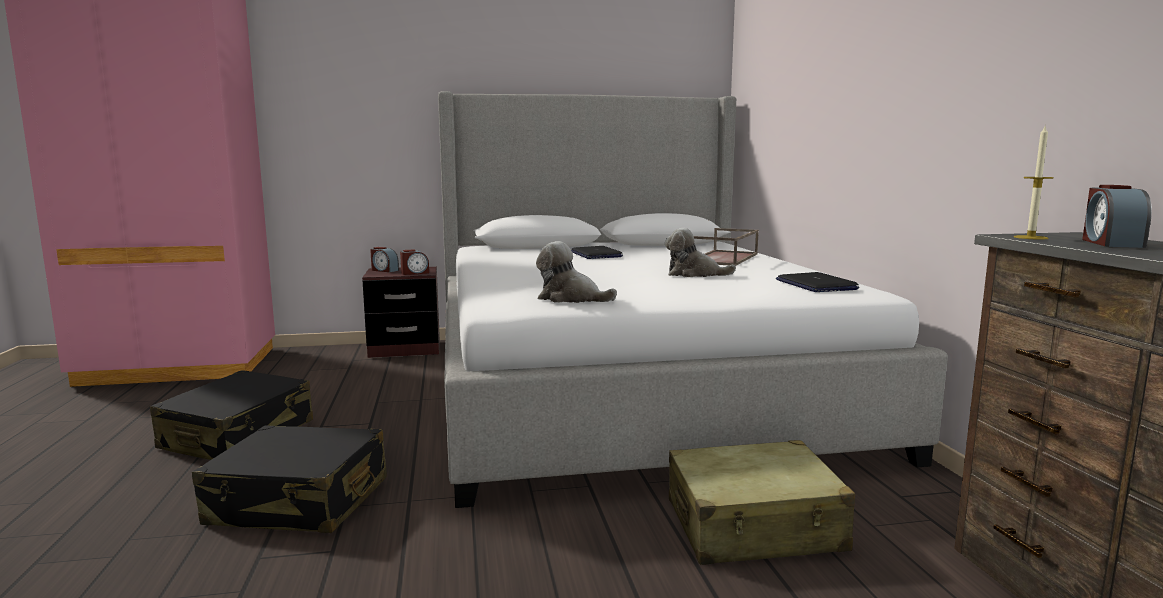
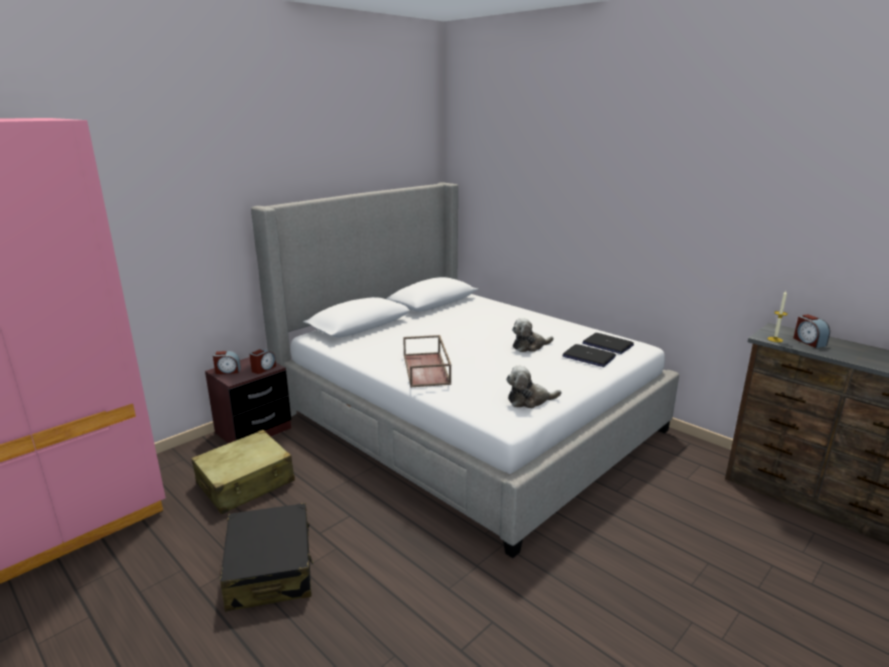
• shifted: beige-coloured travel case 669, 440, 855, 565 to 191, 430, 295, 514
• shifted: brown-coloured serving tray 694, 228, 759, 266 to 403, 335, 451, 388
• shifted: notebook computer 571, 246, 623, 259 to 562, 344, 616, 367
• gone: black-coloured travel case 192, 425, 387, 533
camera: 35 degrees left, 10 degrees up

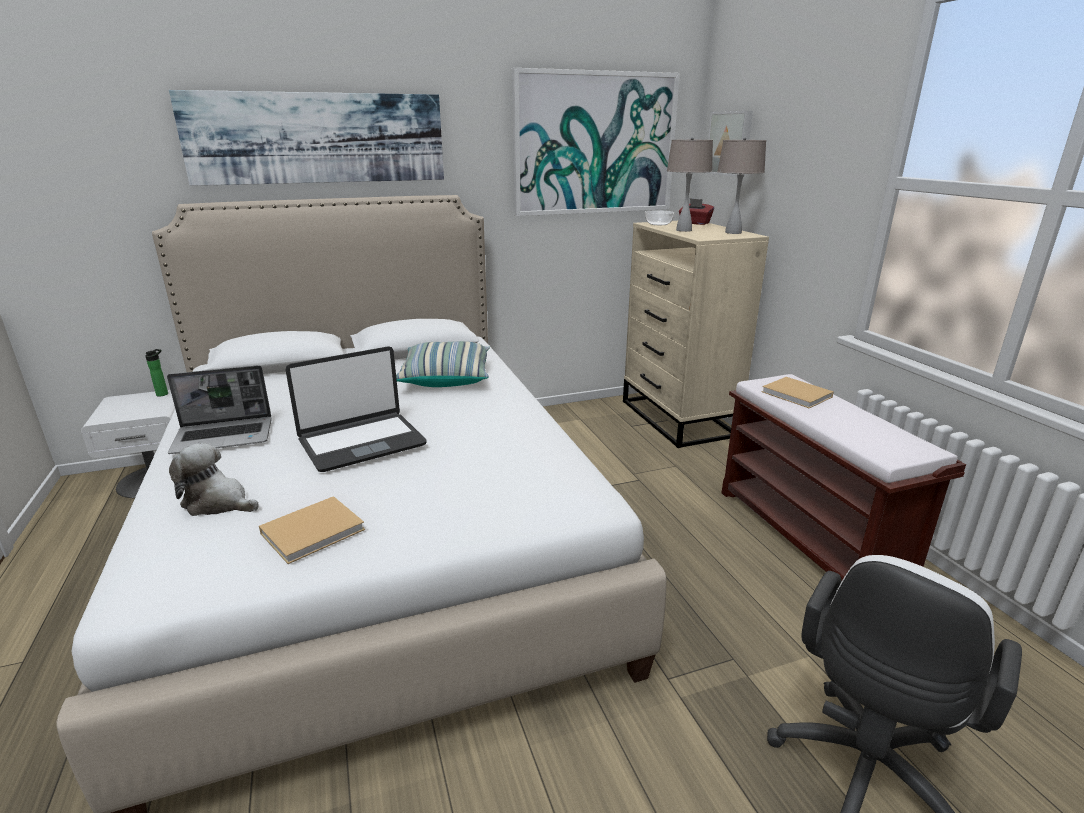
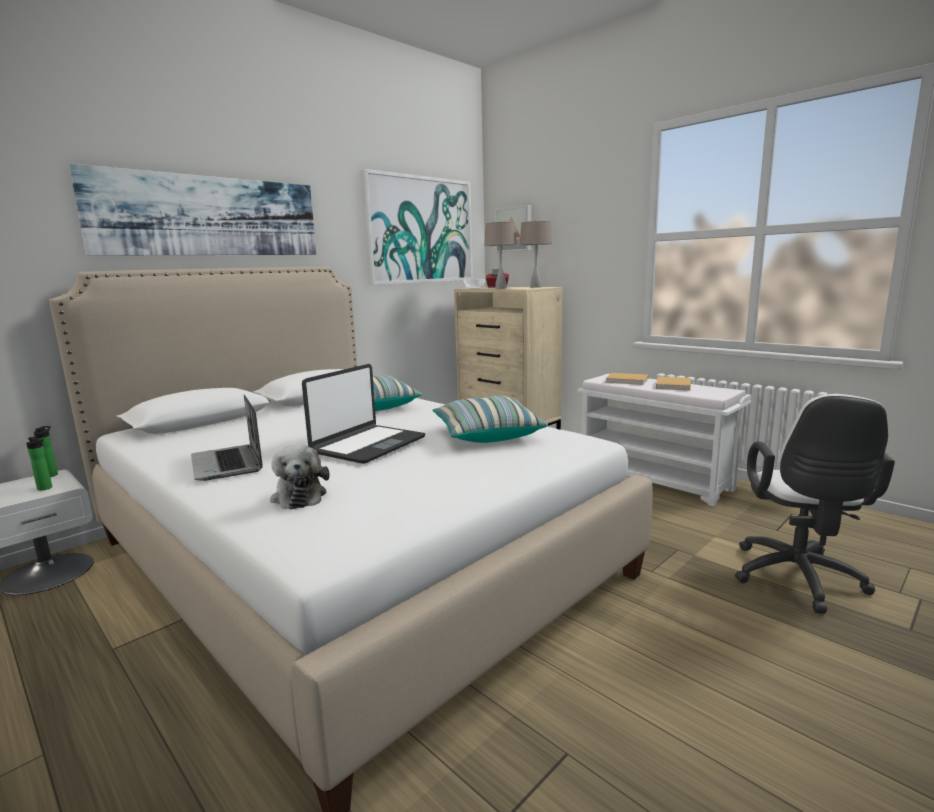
• new: drink bottle 26, 437, 52, 491
• rotated: notebook computer 167, 365, 272, 454 = 191, 394, 263, 481 105 degrees clockwise
• rotated: cuddly toy 169, 443, 259, 516 = 270, 445, 329, 510 105 degrees counterclockwise
• new: pillow 432, 396, 548, 443
• repainted: brown-coloured indoor bench 722, 374, 966, 580 to white-coloured indoor bench 577, 374, 751, 507
• shifted: beige-coloured volume 259, 496, 365, 564 to 656, 377, 691, 390
camera: 25 degrees left, 10 degrees down

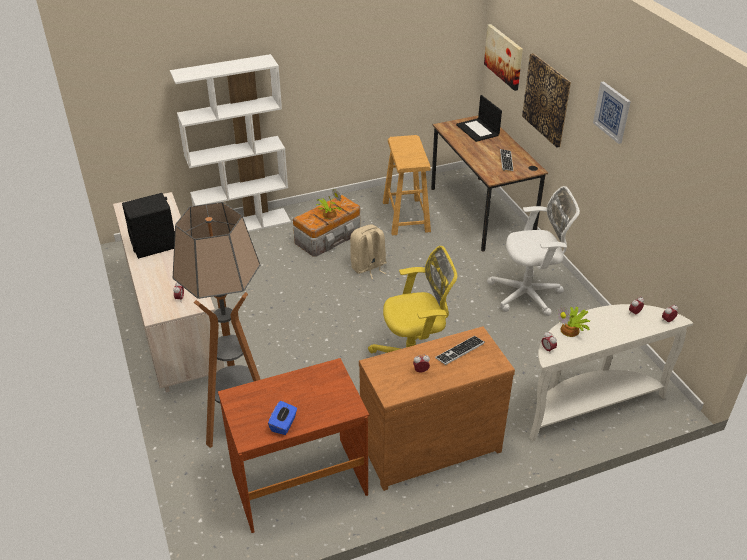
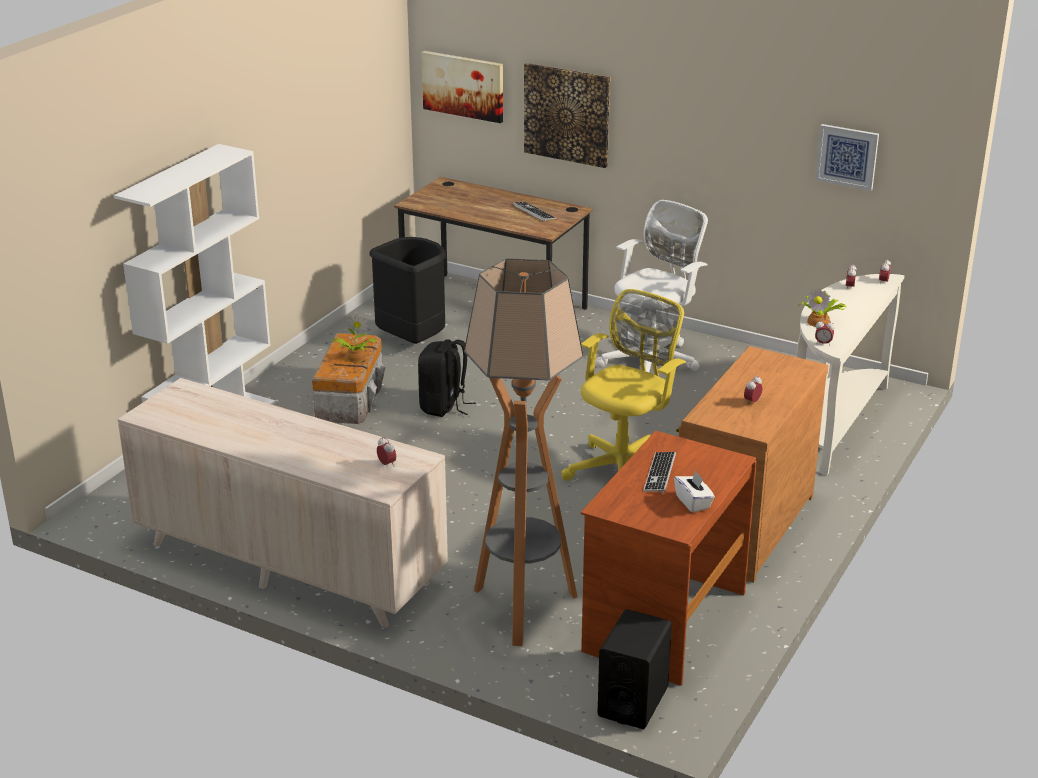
• swapped: beige-coloured stool 383, 135, 431, 235 to black-coloured rubbish bin 369, 237, 446, 344
• repainted: beige-coloured knapsack 350, 224, 387, 279 to black-coloured knapsack 418, 339, 476, 417
• shifted: black-coloured speaker 122, 193, 175, 259 to 598, 609, 672, 729
• shifted: PC keyboard 435, 336, 485, 365 to 643, 452, 676, 493
• repainted: blue box of tissues 268, 401, 297, 435 to white-coloured box of tissues 674, 471, 715, 513
• shifted: picture 593, 81, 631, 144 to 815, 124, 879, 191
• gone: notebook computer 456, 95, 502, 142
camera: 40 degrees left, 10 degrees down

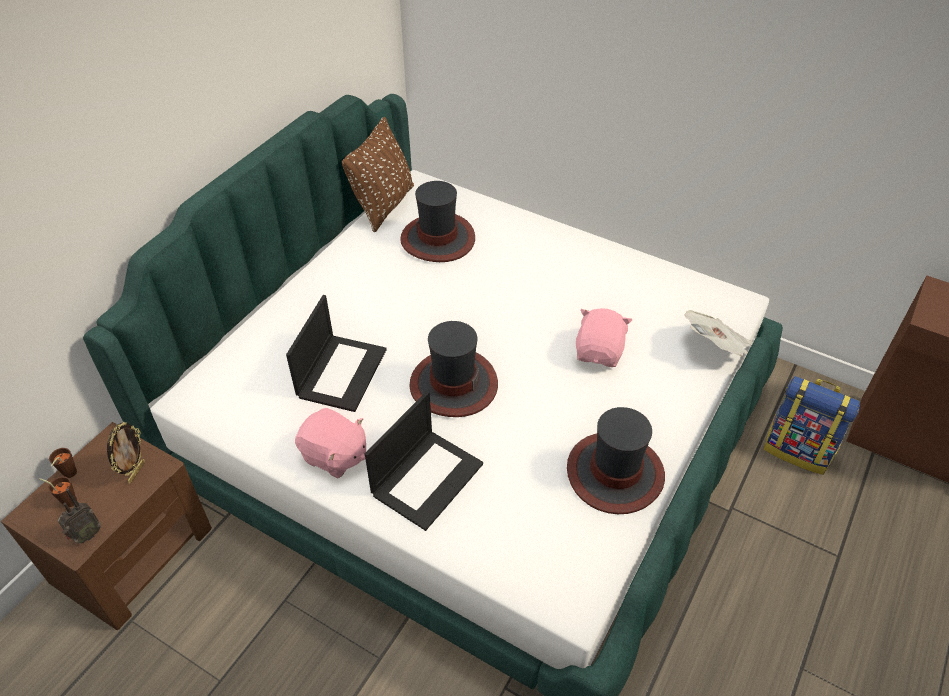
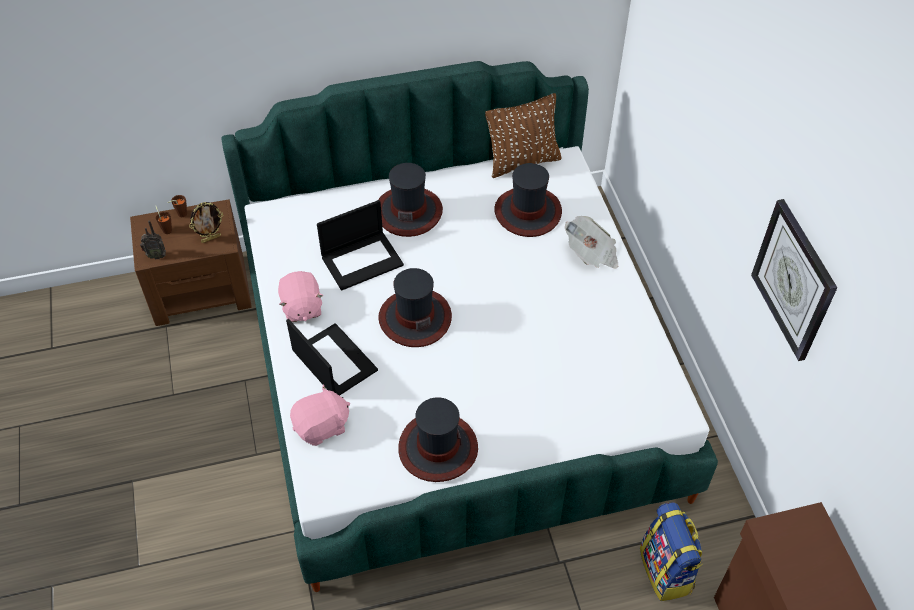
• rotated: notebook computer 365, 391, 483, 531 = 286, 319, 378, 396 120 degrees counterclockwise
• shifted: pink cuddly toy 576, 308, 632, 367 to 290, 384, 350, 446
• new: wearable hat 378, 163, 443, 237
• shifted: daily paper 685, 310, 753, 356 to 565, 216, 619, 269
• new: wall clock 751, 199, 837, 361
camera: 45 degrees right, 5 degrees up

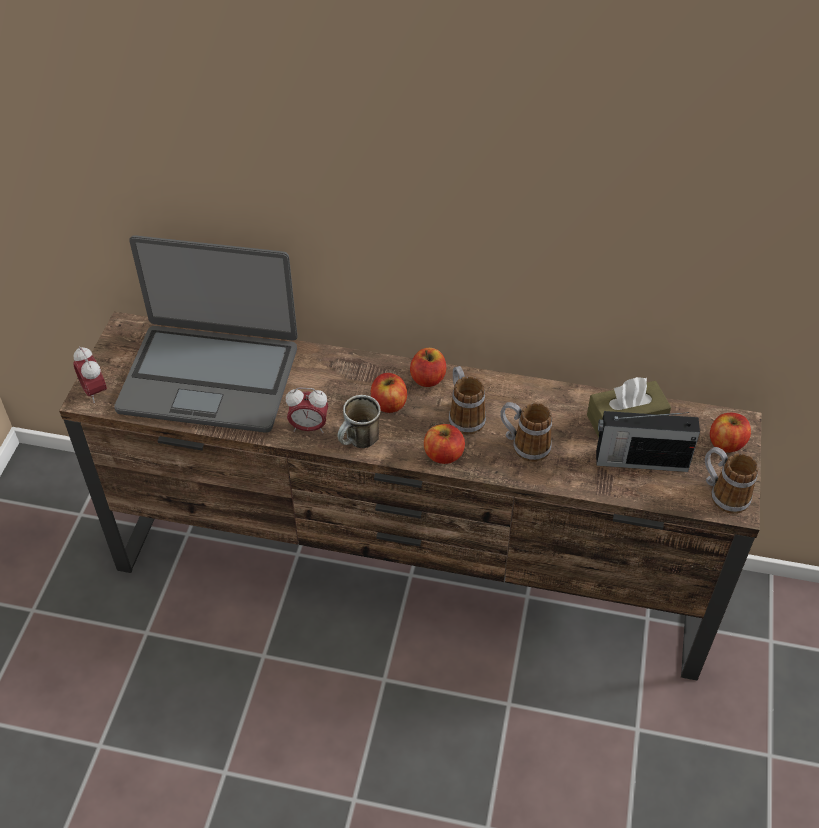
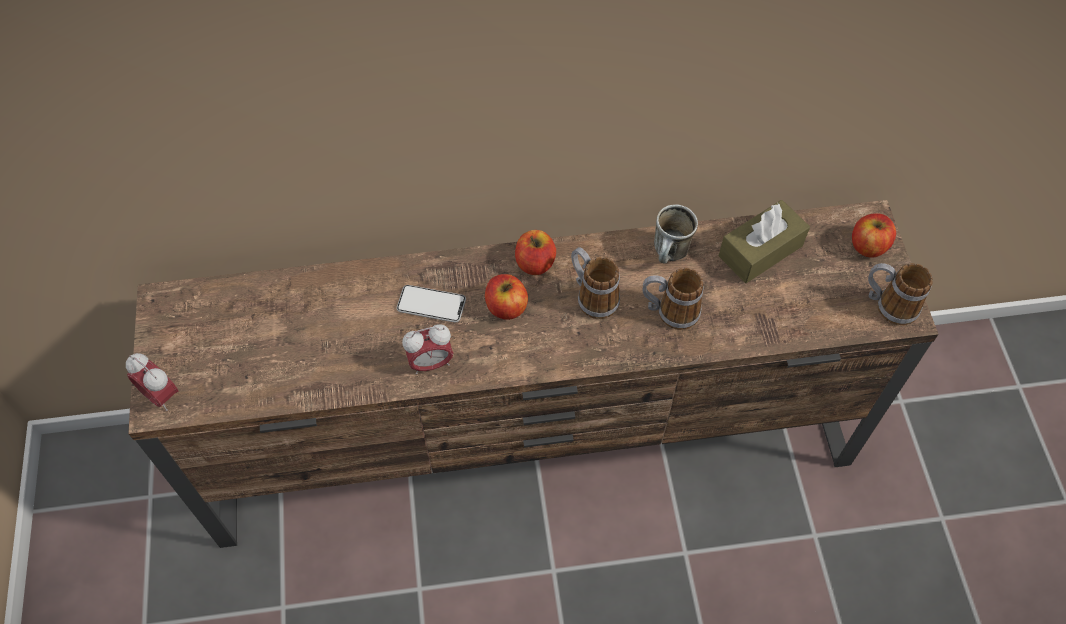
• new: handset 397, 285, 466, 323
• shifted: coffee mug 337, 395, 381, 448 to 654, 204, 698, 264
• gone: notebook computer 114, 235, 298, 433
• gone: apple 424, 424, 465, 464
• gone: radio receiver 596, 411, 700, 472
camera: 20 degrees left, 10 degrees up

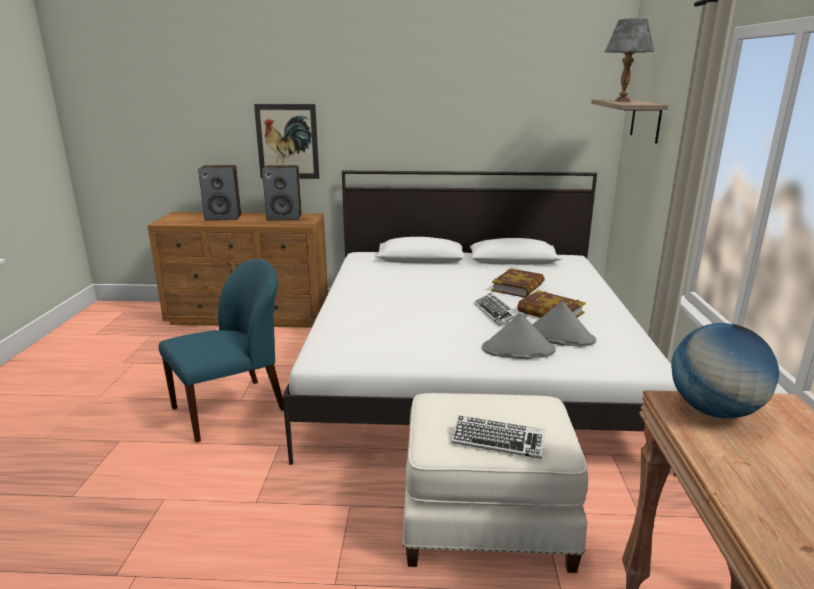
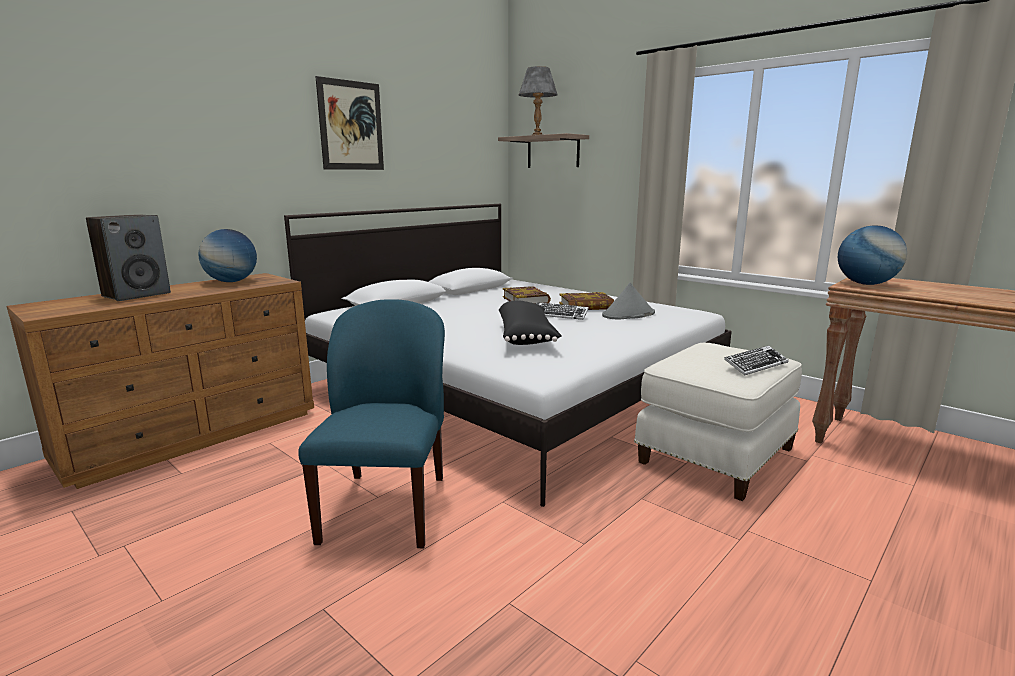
• swapped: speaker 262, 165, 302, 221 to desk globe 198, 229, 257, 282
• shifted: picture 254, 104, 319, 179 to 316, 76, 384, 170
• new: black-coloured pillow 499, 300, 562, 345
• gone: gray wearable hat 482, 313, 556, 359
camera: 50 degrees left, 5 degrees down

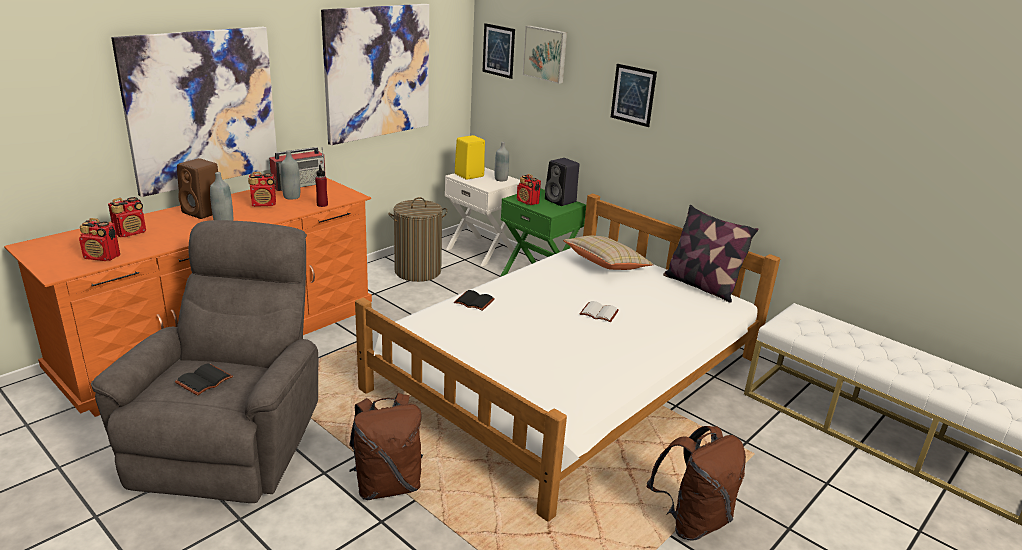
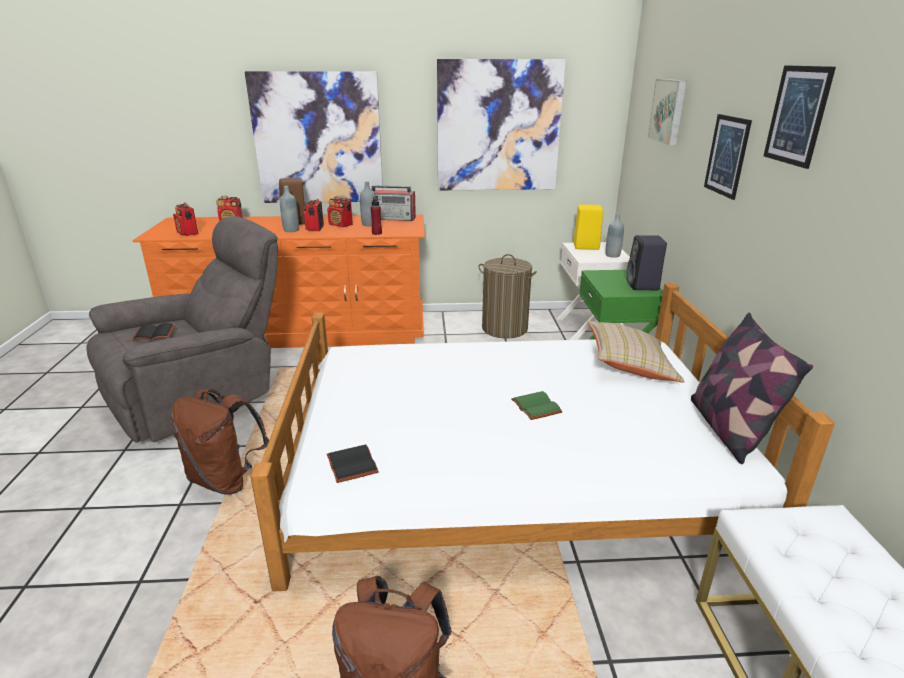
• shifted: radio receiver 517, 174, 541, 205 to 304, 199, 324, 231
• shifted: black-coloured volume 454, 290, 495, 311 to 327, 444, 379, 483
• repainted: white-coloured volume 580, 301, 619, 322 to green volume 511, 391, 563, 420
• shifted: picture 482, 23, 515, 79 to 764, 65, 836, 169
camera: 45 degrees right, 0 degrees up

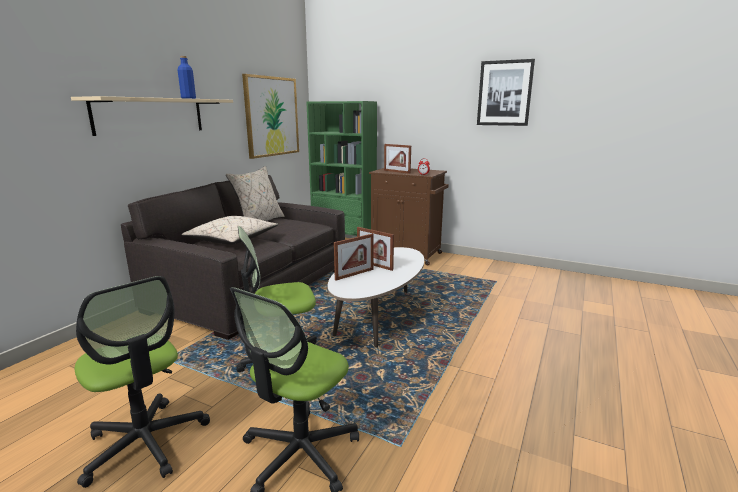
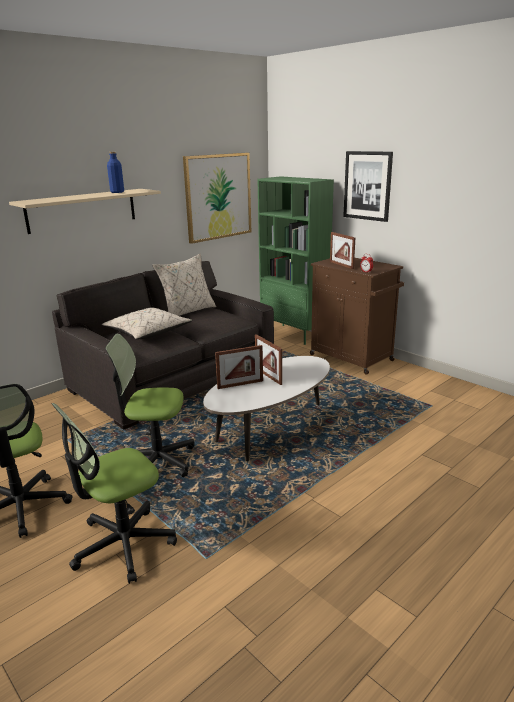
• shifted: picture 477, 59, 535, 126 to 343, 151, 393, 222
camera: 20 degrees right, 5 degrees up

